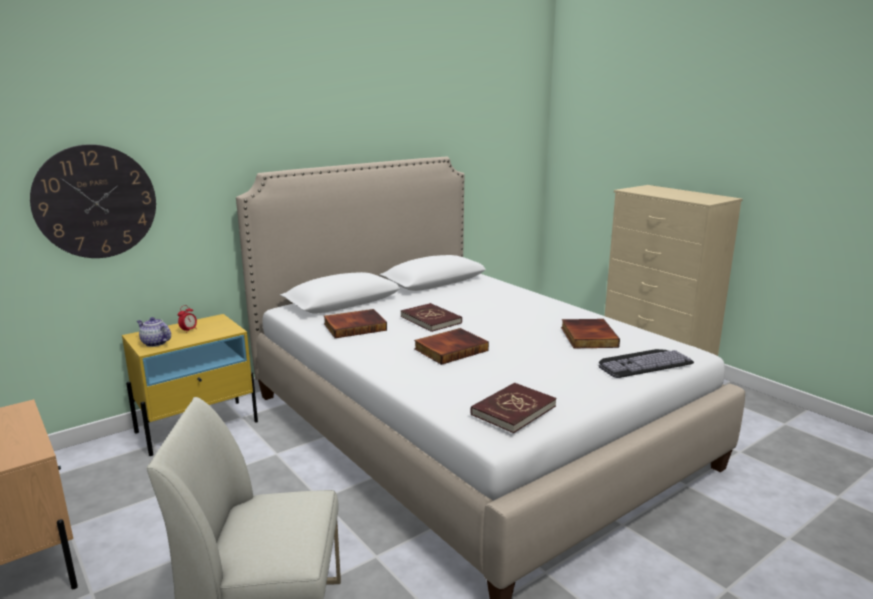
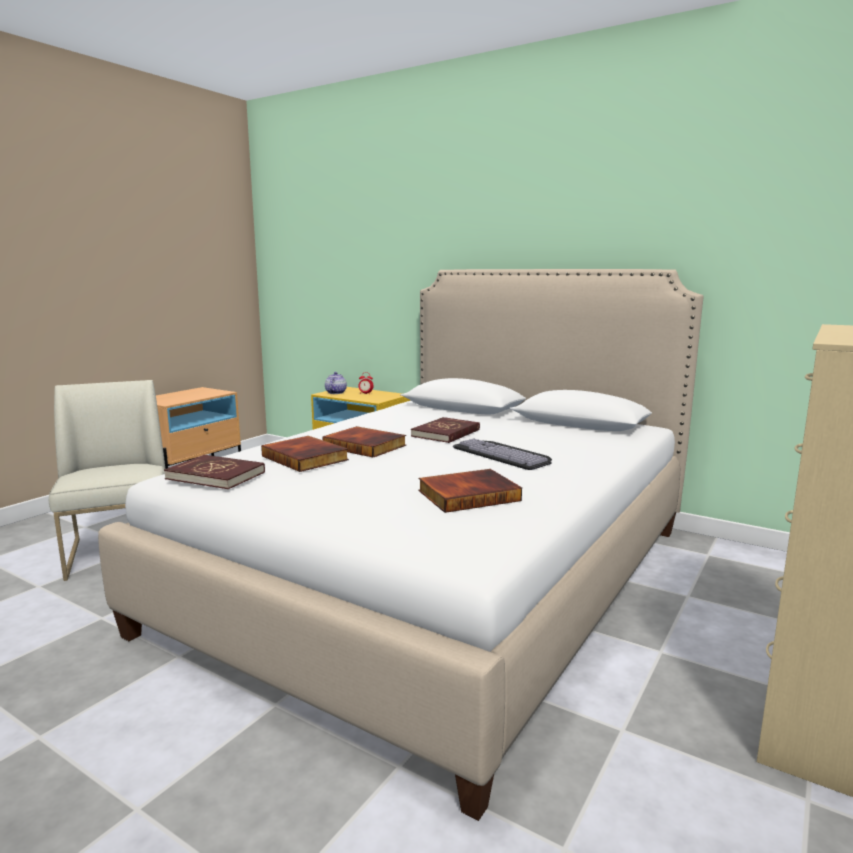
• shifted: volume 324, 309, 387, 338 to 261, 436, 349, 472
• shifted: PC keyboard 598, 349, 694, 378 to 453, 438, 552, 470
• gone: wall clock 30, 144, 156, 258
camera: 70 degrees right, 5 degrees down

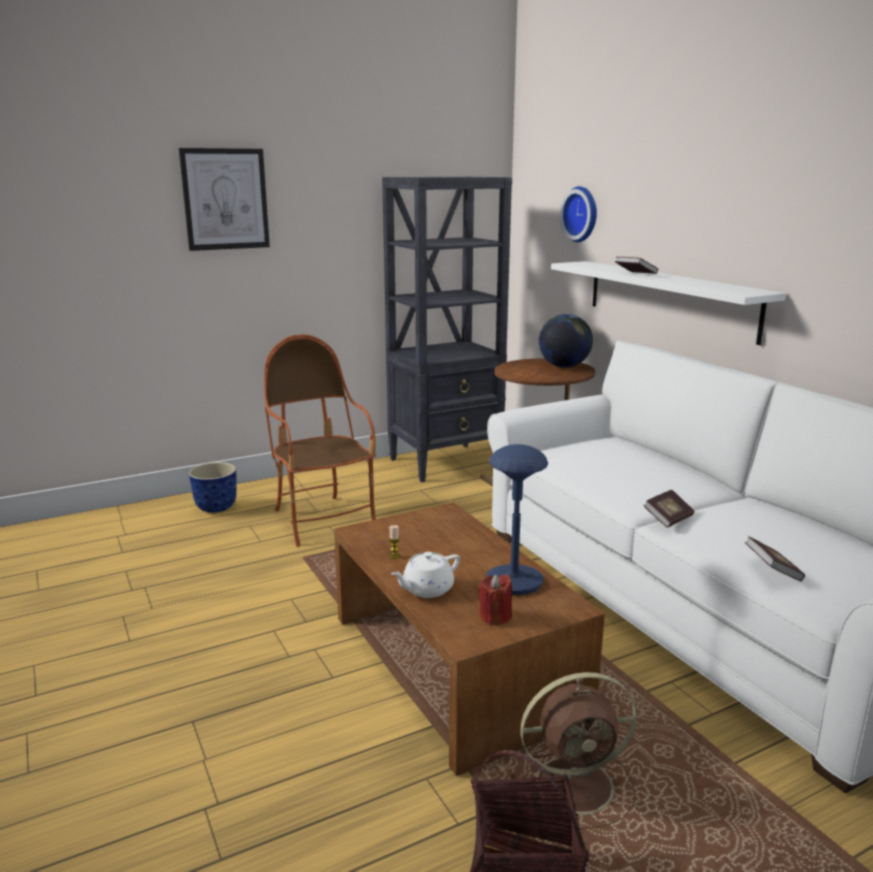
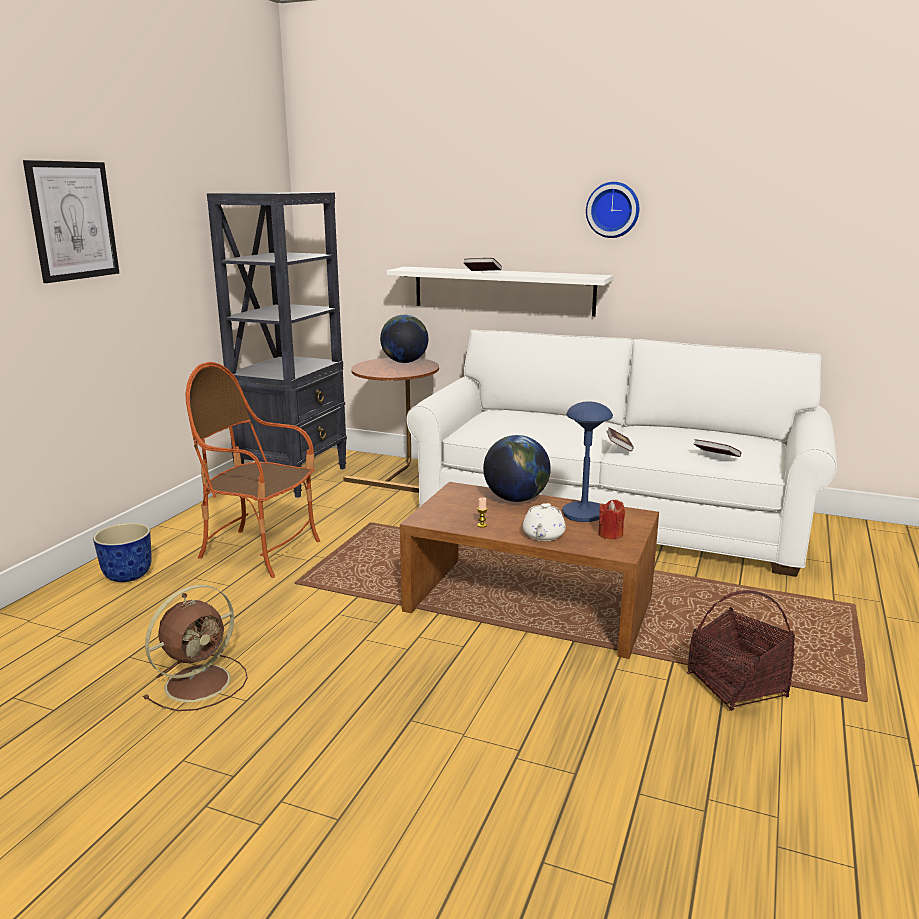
• shifted: brown-coloured electric fan 511, 672, 637, 829 to 143, 585, 248, 711
• new: desk globe 483, 435, 551, 502
• shifted: wall clock 560, 186, 597, 242 to 586, 182, 639, 238
camera: 40 degrees left, 0 degrees up

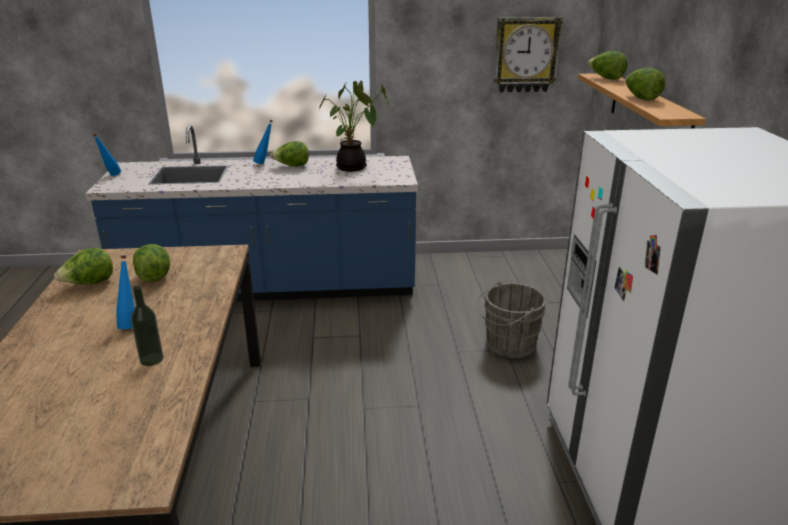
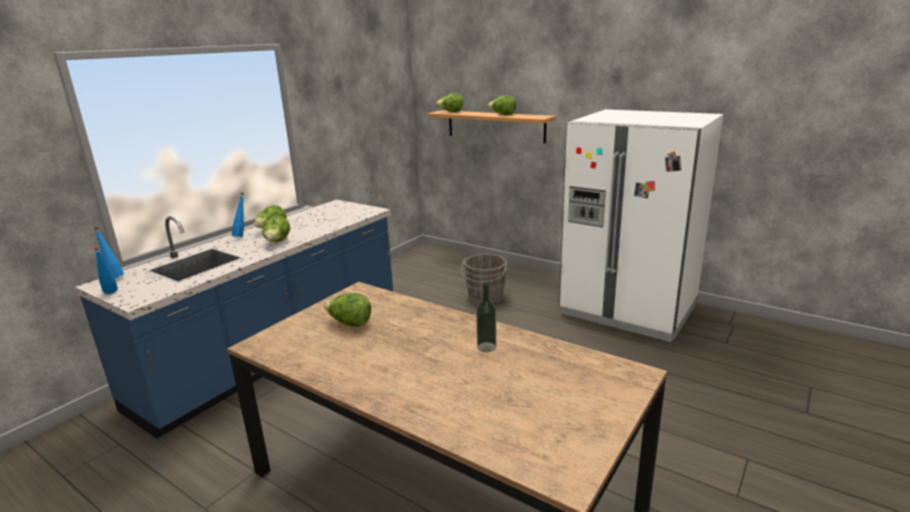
• shifted: blue drink bottle 116, 255, 135, 329 to 94, 227, 124, 278
• shifted: head of lettuce 54, 248, 113, 285 to 262, 216, 290, 242
• gone: houseplant 319, 81, 389, 172
• gone: wall clock 493, 17, 563, 93
camera: 50 degrees left, 5 degrees down

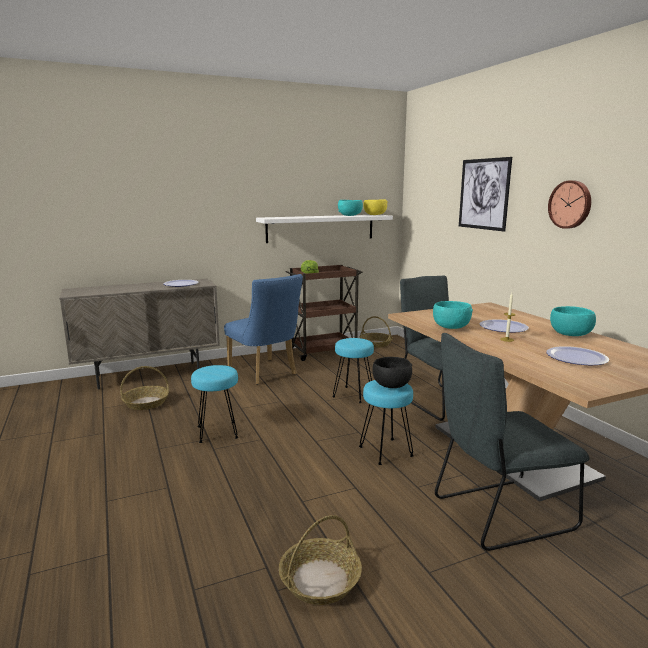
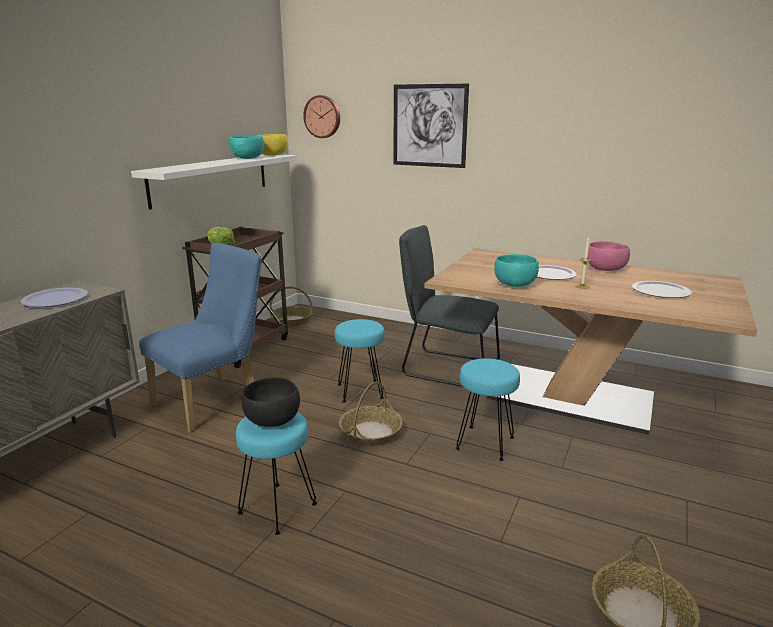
• rotated: blue upright chair 224, 274, 303, 385 = 139, 243, 262, 432 60 degrees counterclockwise
• shifted: black-coloured serving bowl 372, 357, 412, 388 to 241, 377, 300, 427
• shifted: wall clock 548, 180, 591, 229 to 303, 95, 340, 138
• shifted: storage basket 120, 366, 169, 410 to 339, 382, 403, 446
• repainted: turquoise serving bowl 550, 306, 596, 336 to pink serving bowl 588, 241, 630, 271
• gone: gray upright chair 435, 333, 589, 551
camera: 40 degrees left, 5 degrees up

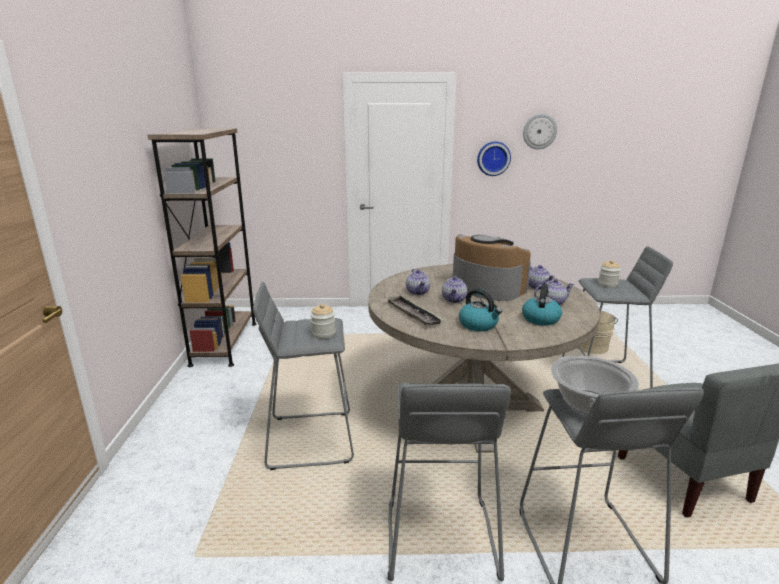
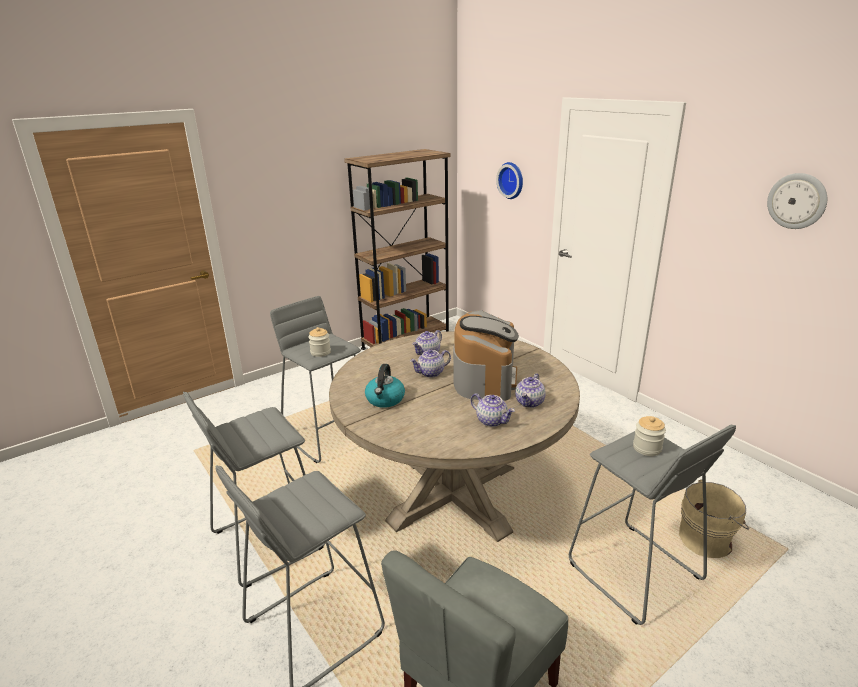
• shifted: wall clock 477, 141, 511, 176 to 496, 162, 523, 199
• gone: serving tray 385, 295, 443, 325
• gone: water kettle 522, 284, 562, 326
• gone: stockpot 551, 356, 639, 414
camera: 55 degrees right, 5 degrees up

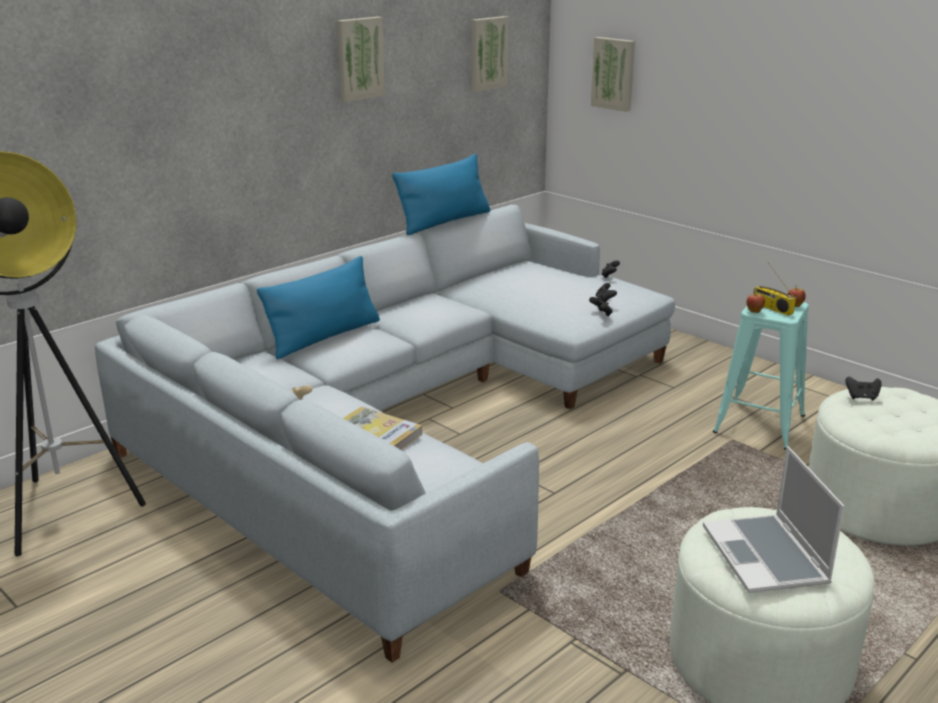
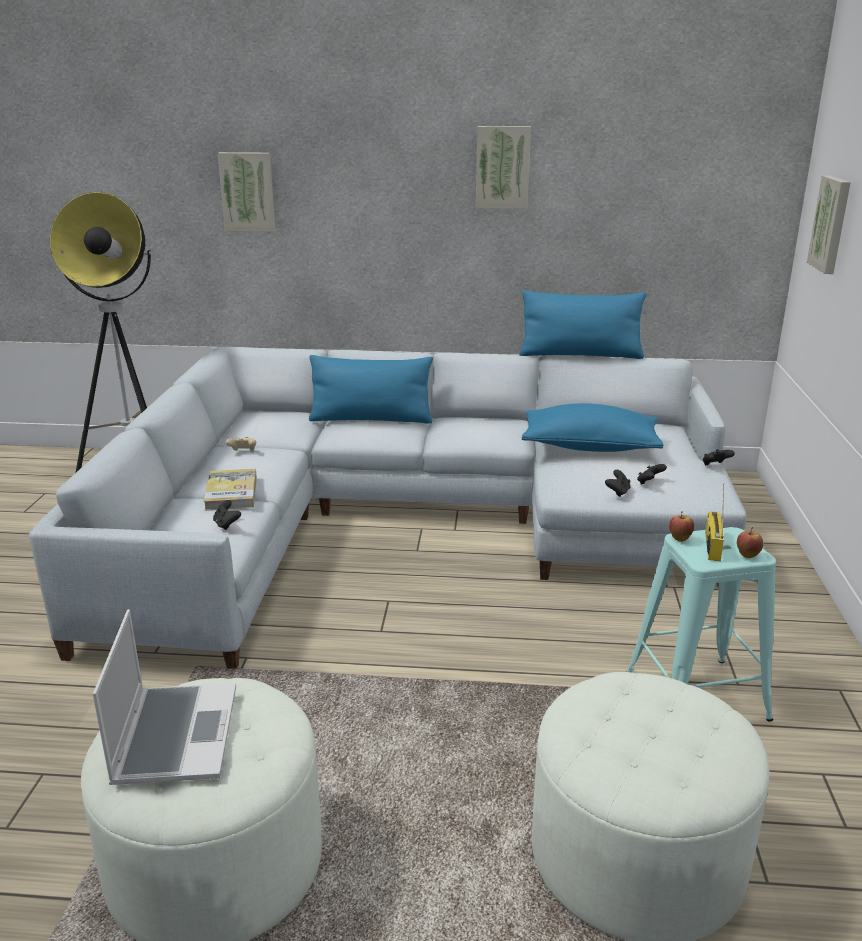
• rotated: notebook computer 703, 446, 845, 593 = 93, 609, 236, 785 135 degrees clockwise
• shifted: black-coloured gamepad 845, 377, 881, 401 to 213, 500, 241, 530
• shifted: picture 471, 16, 509, 92 to 218, 152, 276, 232
• new: blue pillow 522, 403, 664, 452
camera: 50 degrees right, 0 degrees up

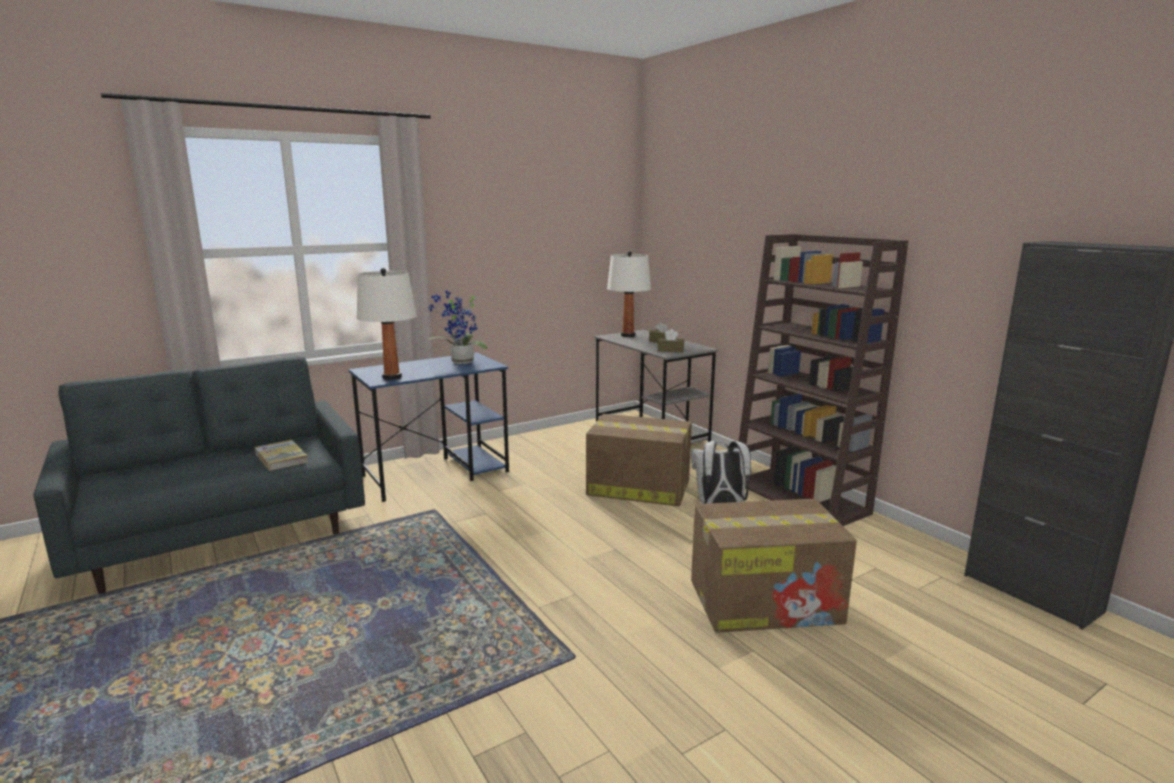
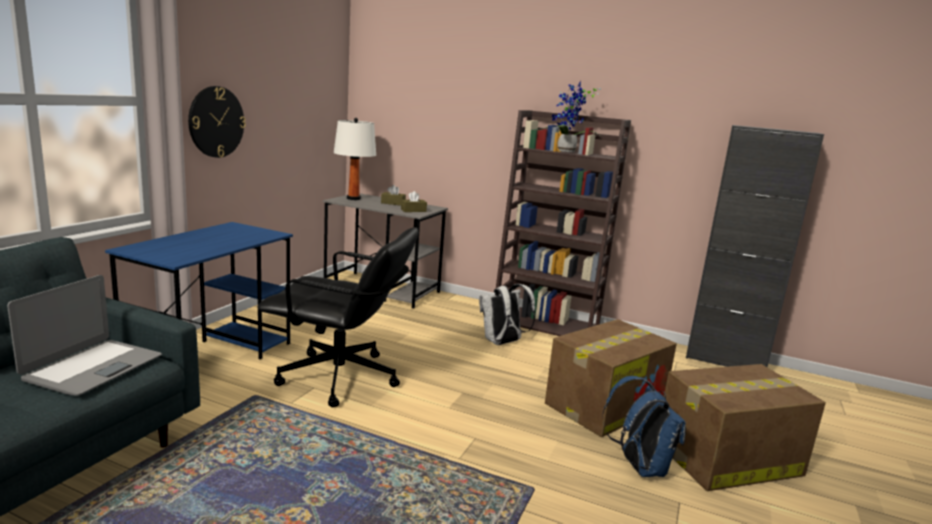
• swapped: volume 255, 440, 308, 471 to notebook computer 7, 275, 162, 396
• new: wall clock 188, 86, 246, 158
• new: black-coloured desk chair 257, 227, 418, 407
• shifted: houseplant 428, 290, 488, 364 to 542, 81, 601, 152
• new: blue knapsack 602, 376, 686, 477
• shifted: cardboard box 586, 414, 692, 507 to 664, 364, 826, 491
• gone: white-coloured tabletop lamp 357, 268, 417, 380
camera: 35 degrees left, 0 degrees up

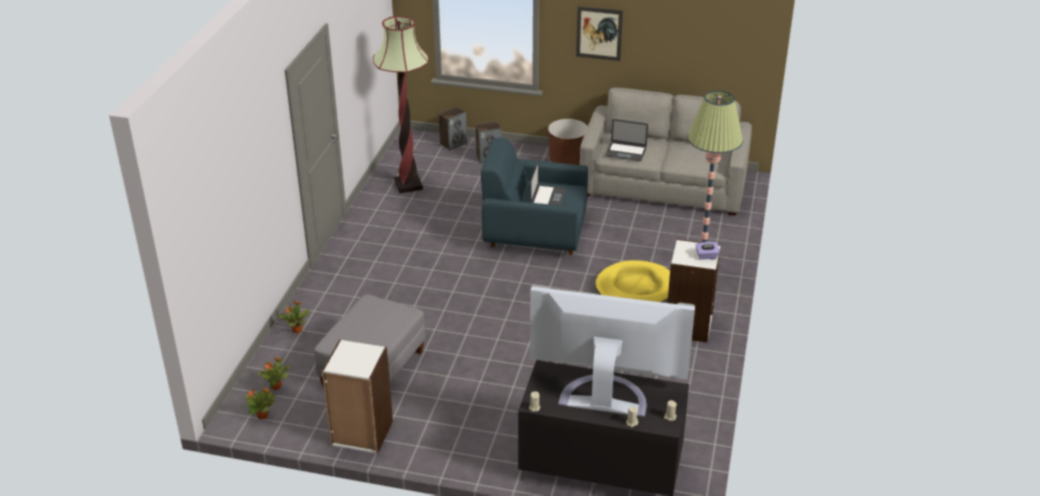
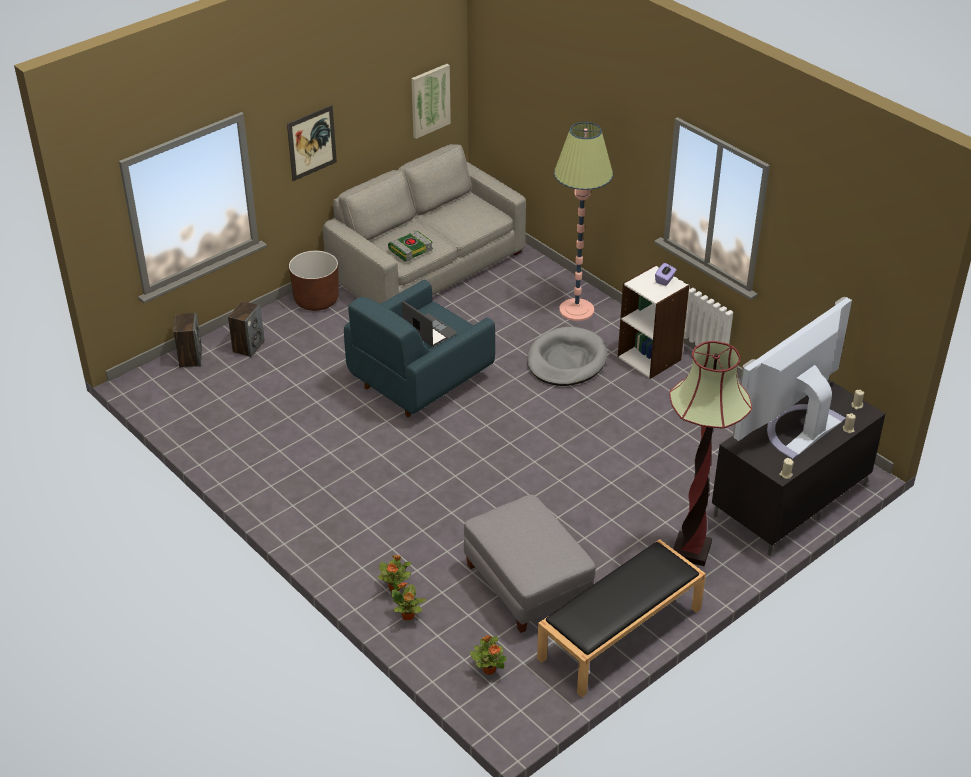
• shifted: houseplant 245, 387, 275, 419 to 378, 555, 411, 591
• swapped: notebook computer 606, 119, 648, 161 to volume 388, 231, 433, 262
• new: picture 411, 64, 451, 139
• repainted: yellowish dog bed 595, 260, 670, 302 to gray dog bed 527, 327, 607, 386
• swapped: white-coloured bookcase 322, 339, 393, 454 to black-coloured indoor bench 537, 539, 706, 697
• shifted: floor lamp 373, 16, 429, 193 to 669, 341, 752, 566
camera: 55 degrees left, 5 degrees up

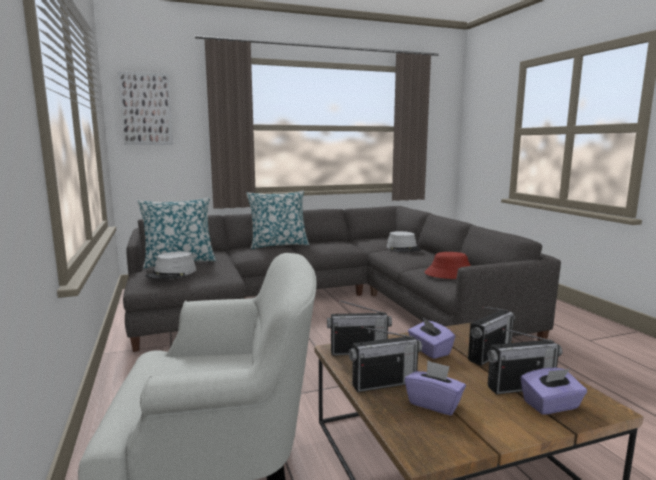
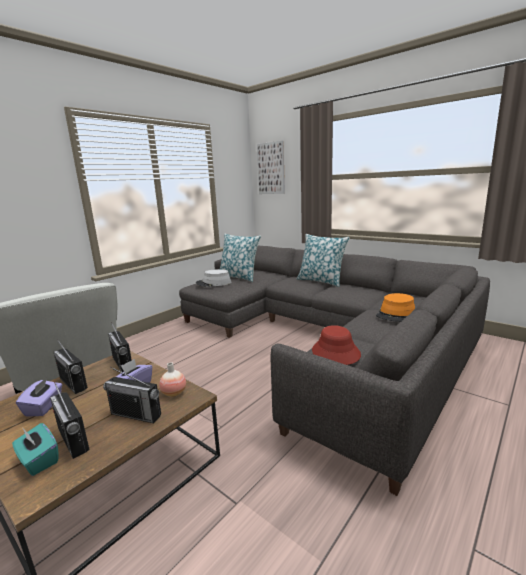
• repainted: purple box of tissues 520, 368, 587, 415 to turquoise box of tissues 12, 423, 59, 476
• new: flower vase 159, 362, 186, 397
• repainted: gray wearable hat 387, 231, 421, 252 to orange-coloured wearable hat 376, 293, 415, 322
camera: 60 degrees right, 5 degrees up

